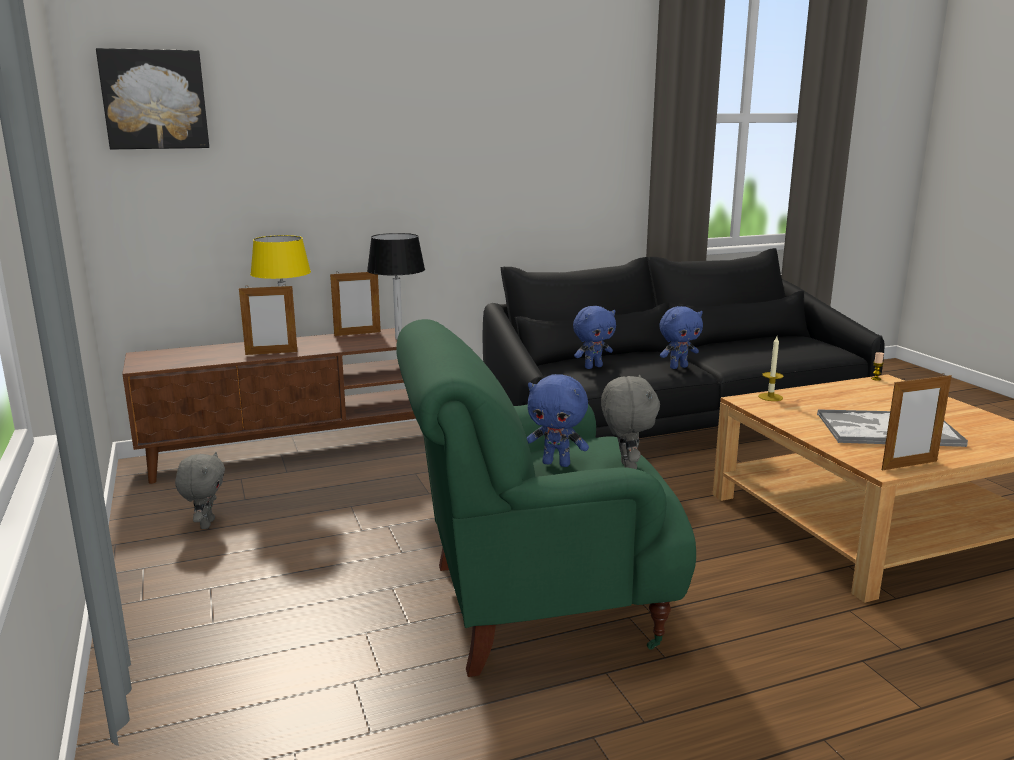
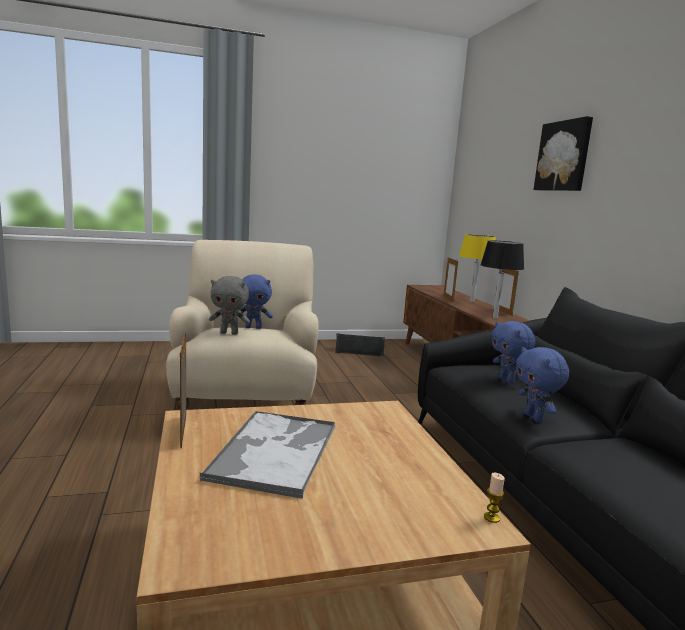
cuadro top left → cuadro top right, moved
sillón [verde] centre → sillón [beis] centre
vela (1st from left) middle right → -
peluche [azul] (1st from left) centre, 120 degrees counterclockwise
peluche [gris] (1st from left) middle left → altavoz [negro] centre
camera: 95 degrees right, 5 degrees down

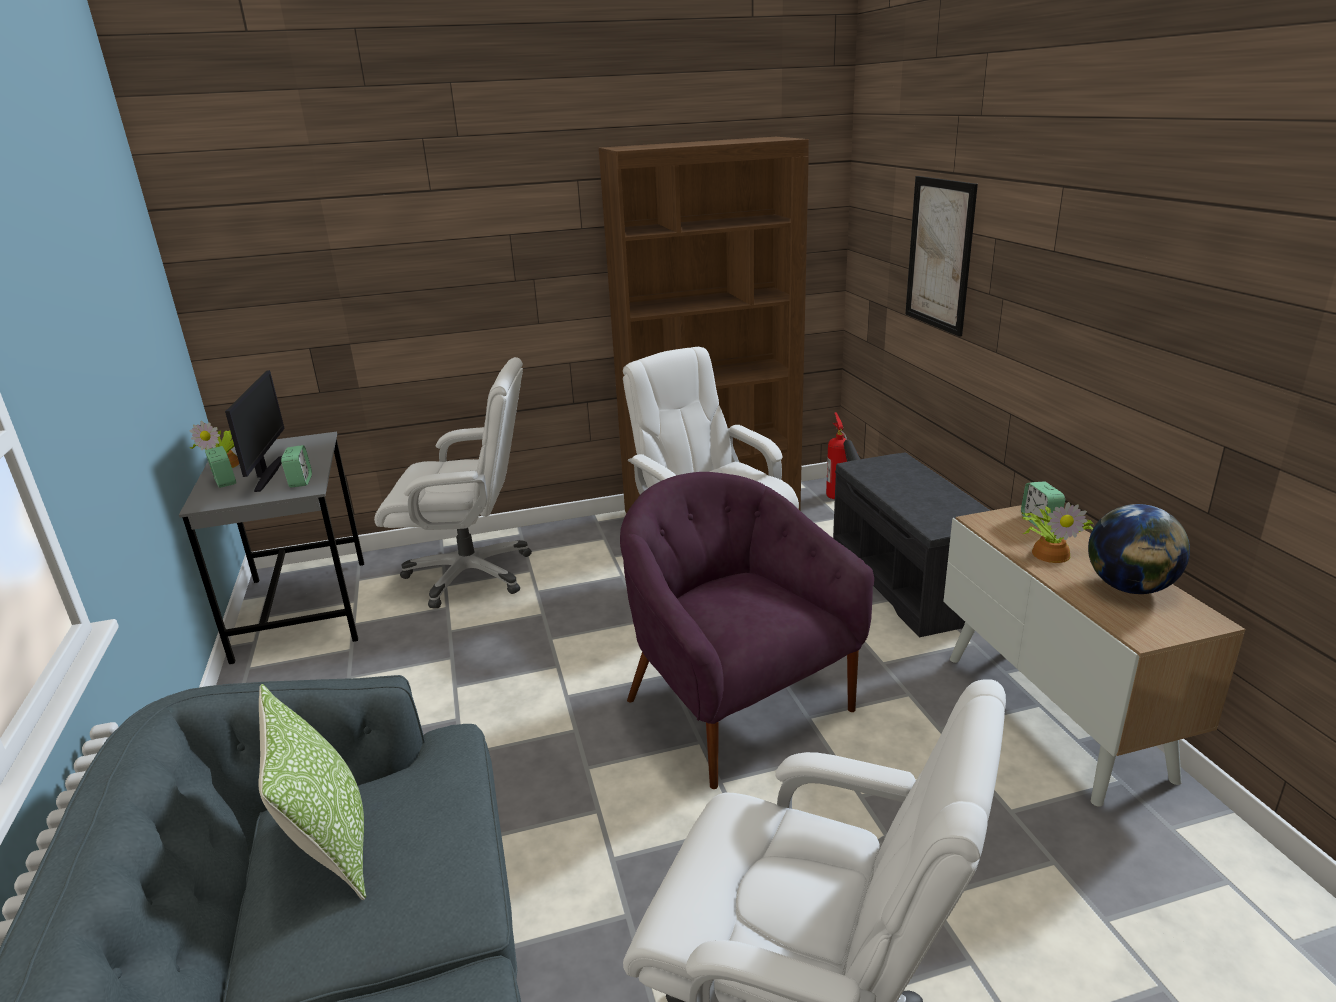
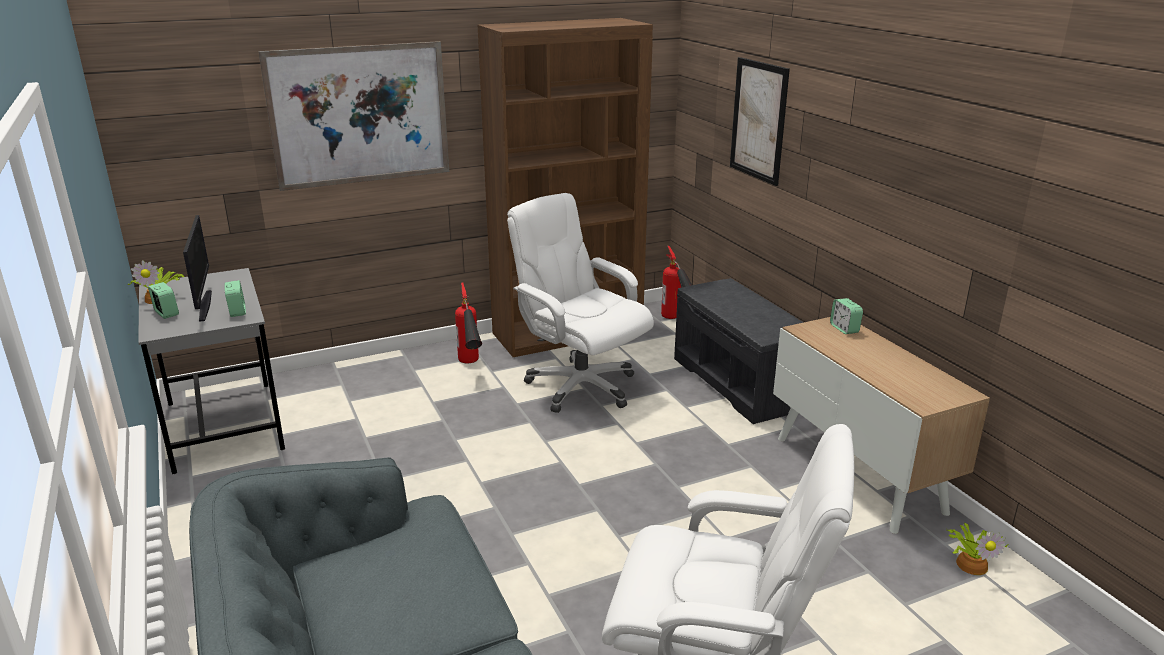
silla de oficina [blanco] (1st from left) centre → -
sillón [morado] centre → -
planta en maceta (2nd from left) middle right → planta en maceta (2nd from left) bottom right, moved
globo terráqueo middle right → -
cojín bottom left → -
- → cuadro (1st from left) top left
- → extintor (1st from left) centre
camera: 10 degrees left, 0 degrees up

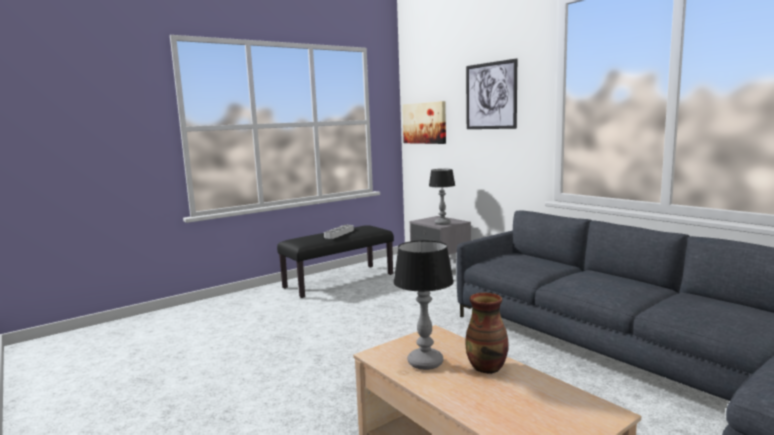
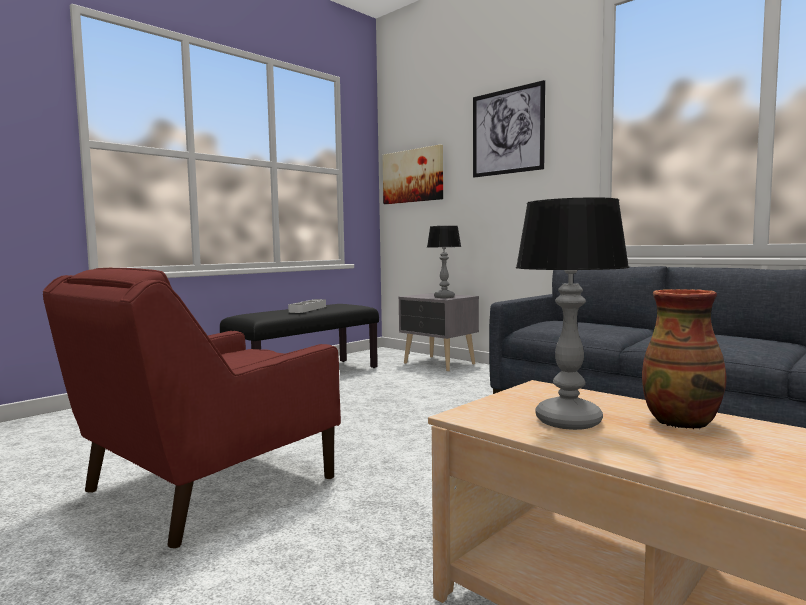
- → sillón [rojo] bottom left
camera: 10 degrees left, 5 degrees down

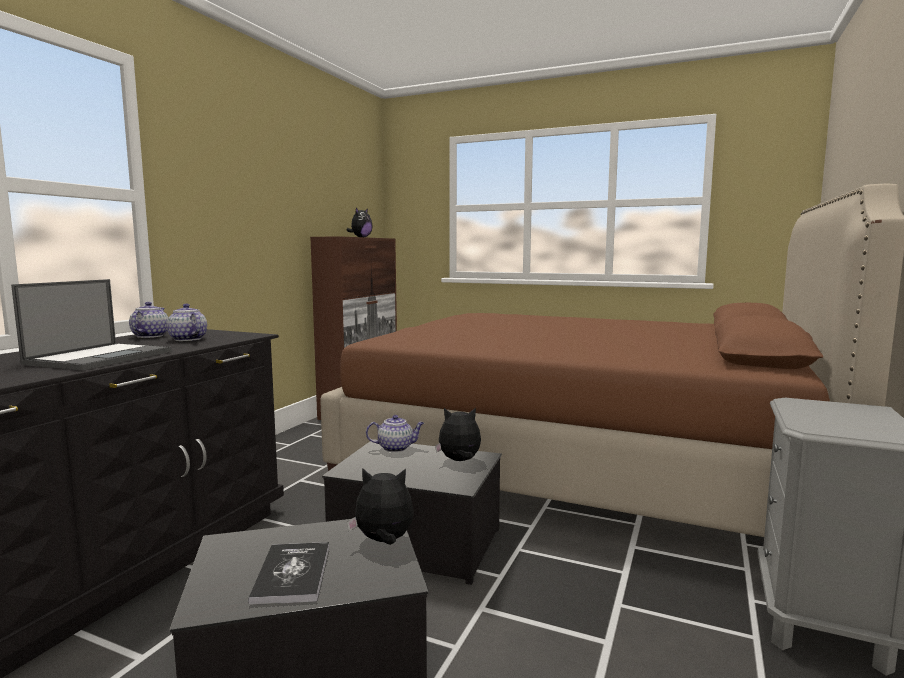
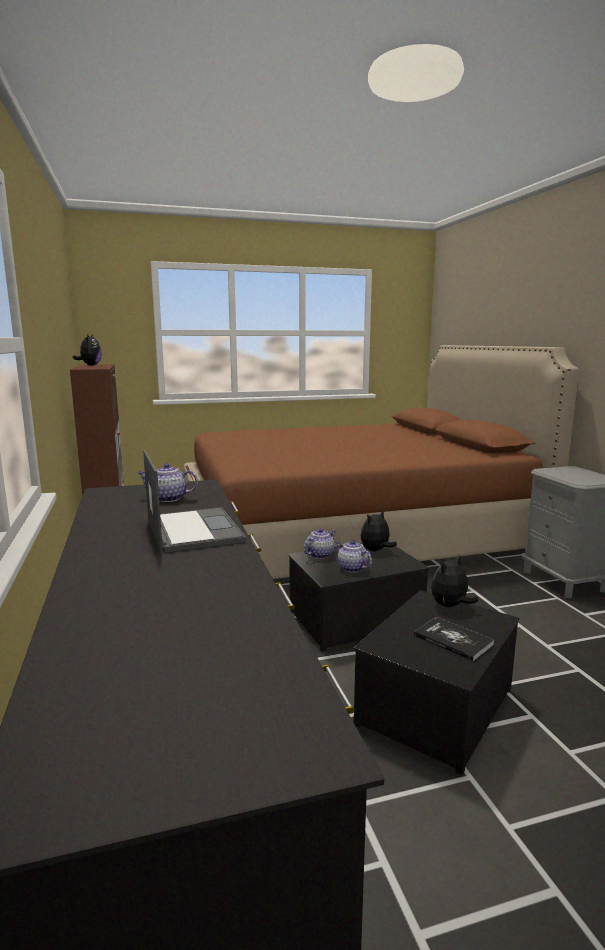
tetera (1st from left in the first image) middle left → tetera (3rd from left) centre, moved
camera: 40 degrees left, 5 degrees up

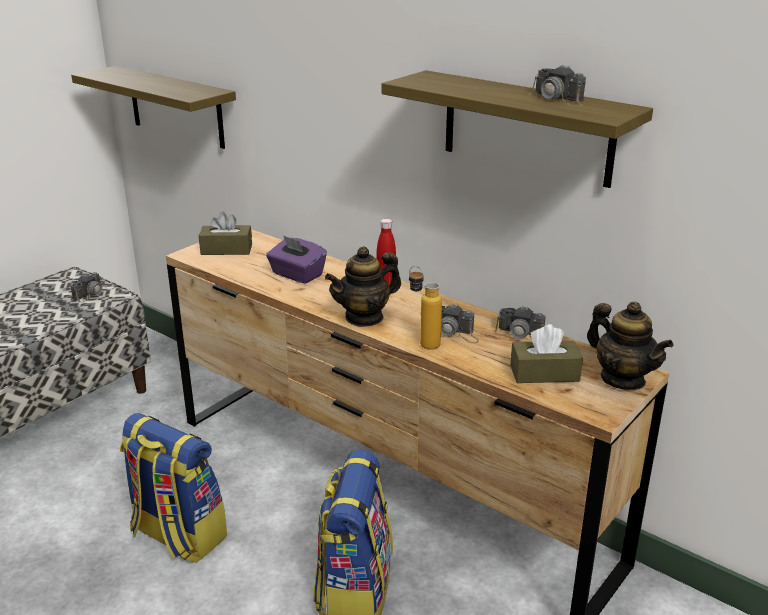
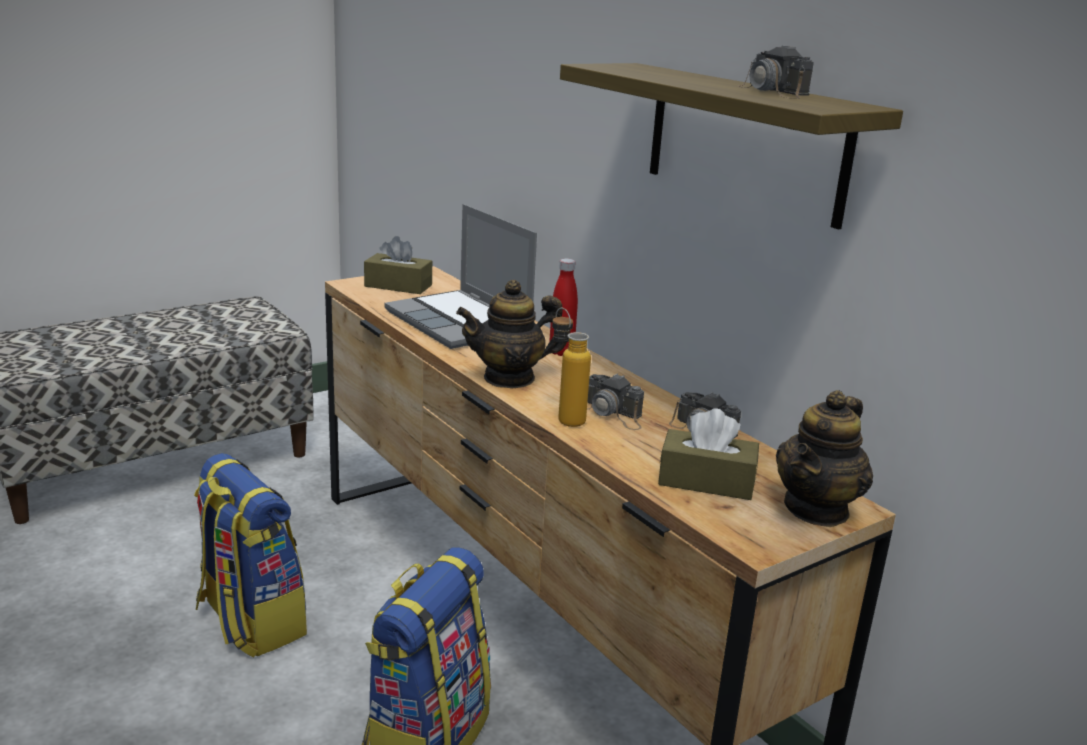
estante (1st from left) top left → -
caja de pañuelos [morado] centre → portátil centre
cámara (1st from left) middle left → -
tetera (2nd from left) middle right, 60 degrees clockwise
camera: 15 degrees right, 5 degrees down

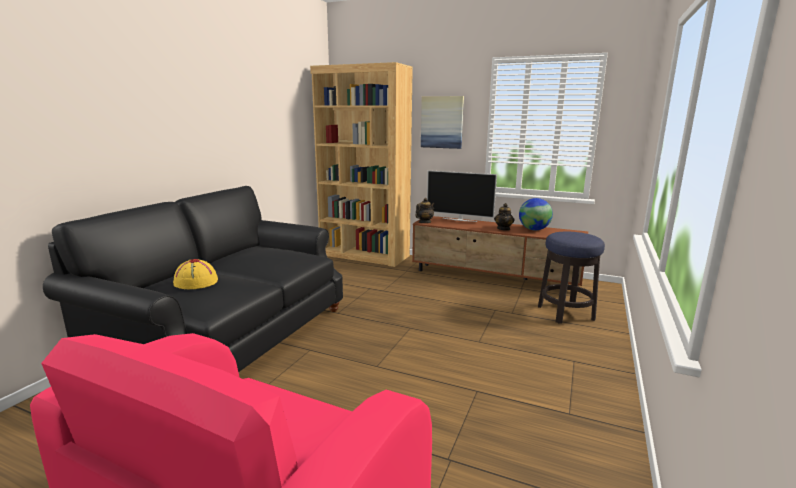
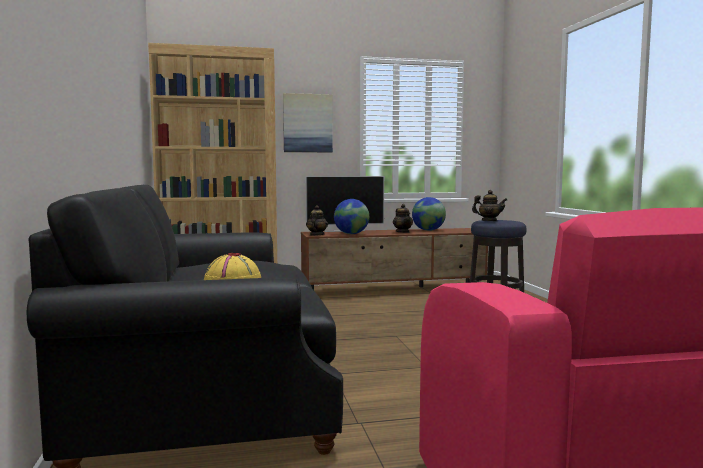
- → tetera (3rd from left) middle right
- → globo terráqueo (1st from left) centre
camera: 35 degrees left, 10 degrees down

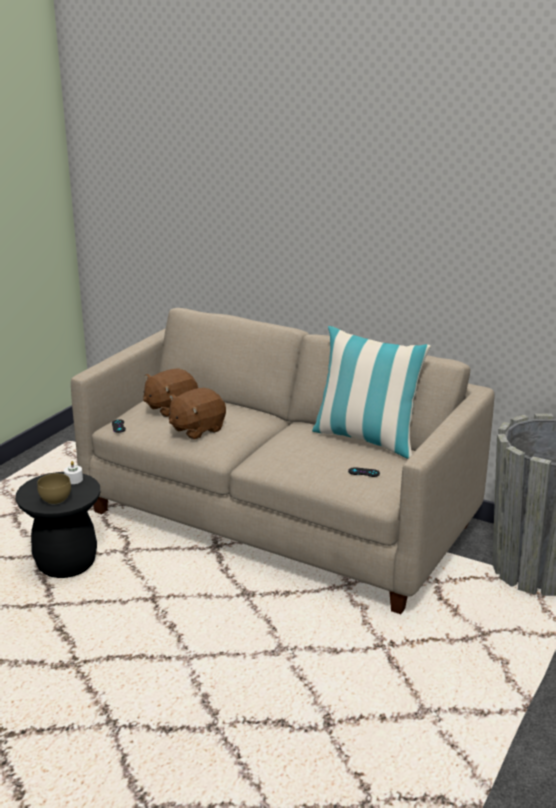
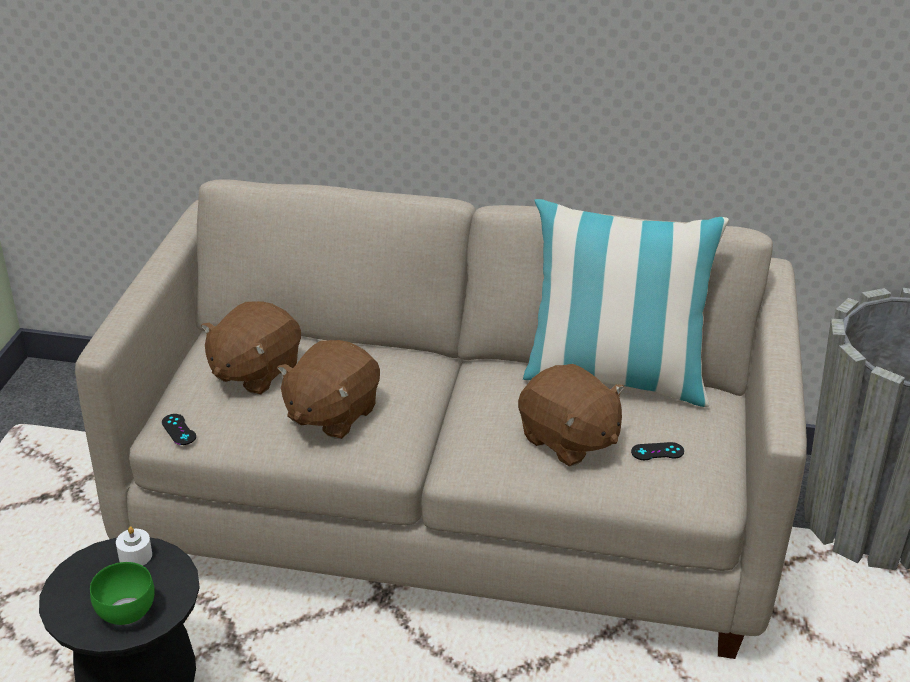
cuenco [marrón] middle left → cuenco [verde] bottom left
- → peluche [marrón] (3rd from left) centre
camera: 20 degrees left, 10 degrees up

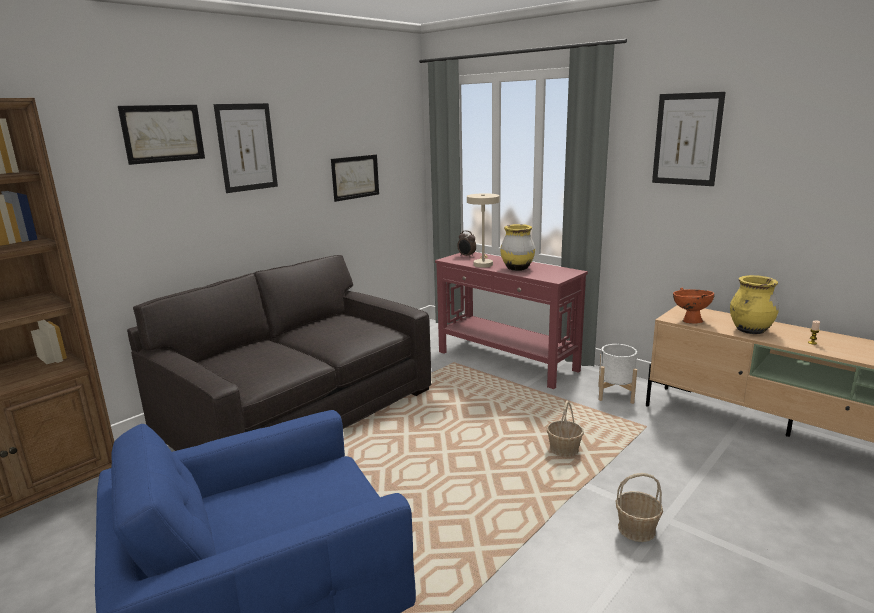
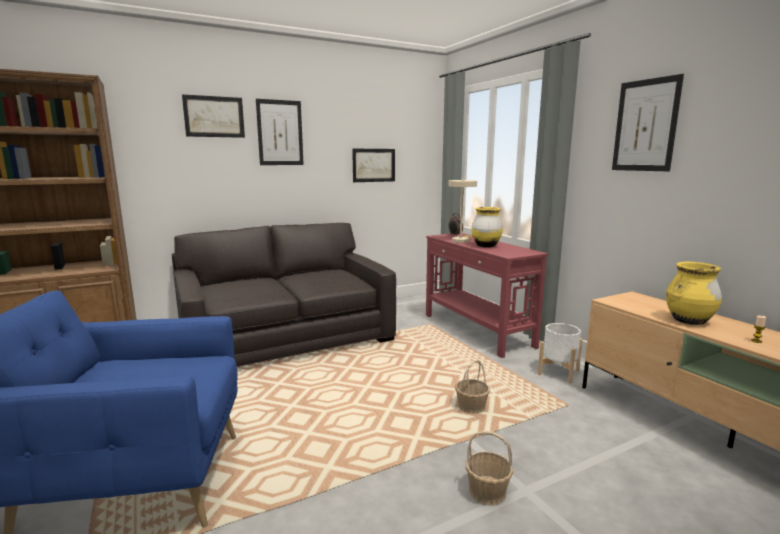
cuenco [naranja] middle right → -
camera: 20 degrees right, 5 degrees down

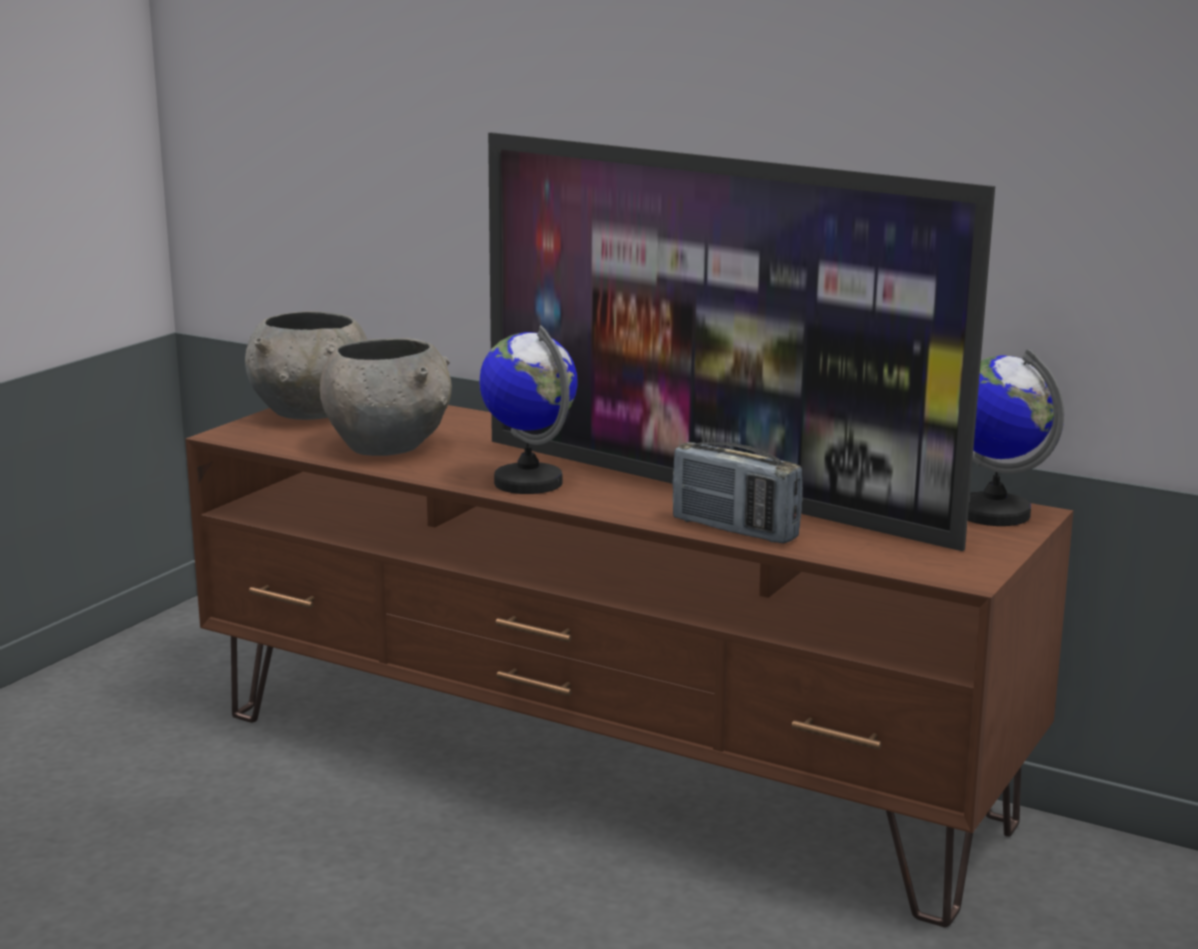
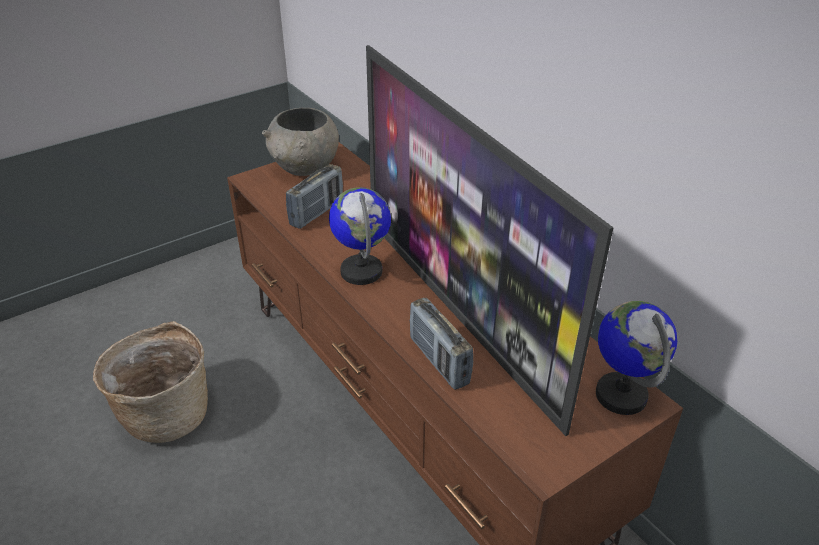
cuenco [gris] (2nd from left) middle left → radio (1st from left) centre
- → cesta bottom left
camera: 25 degrees right, 20 degrees up

